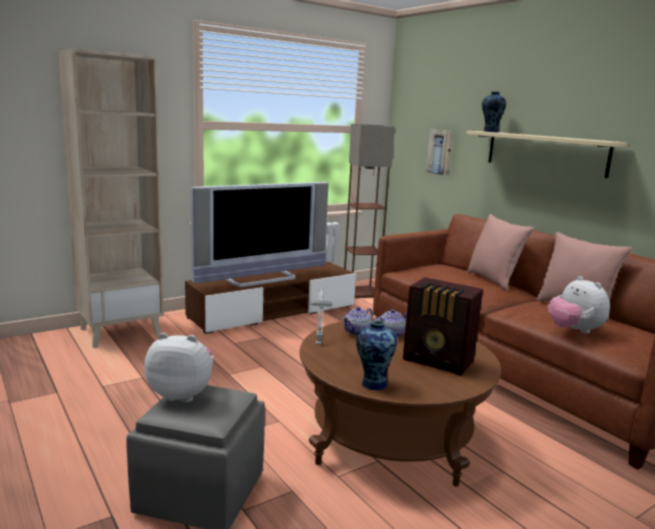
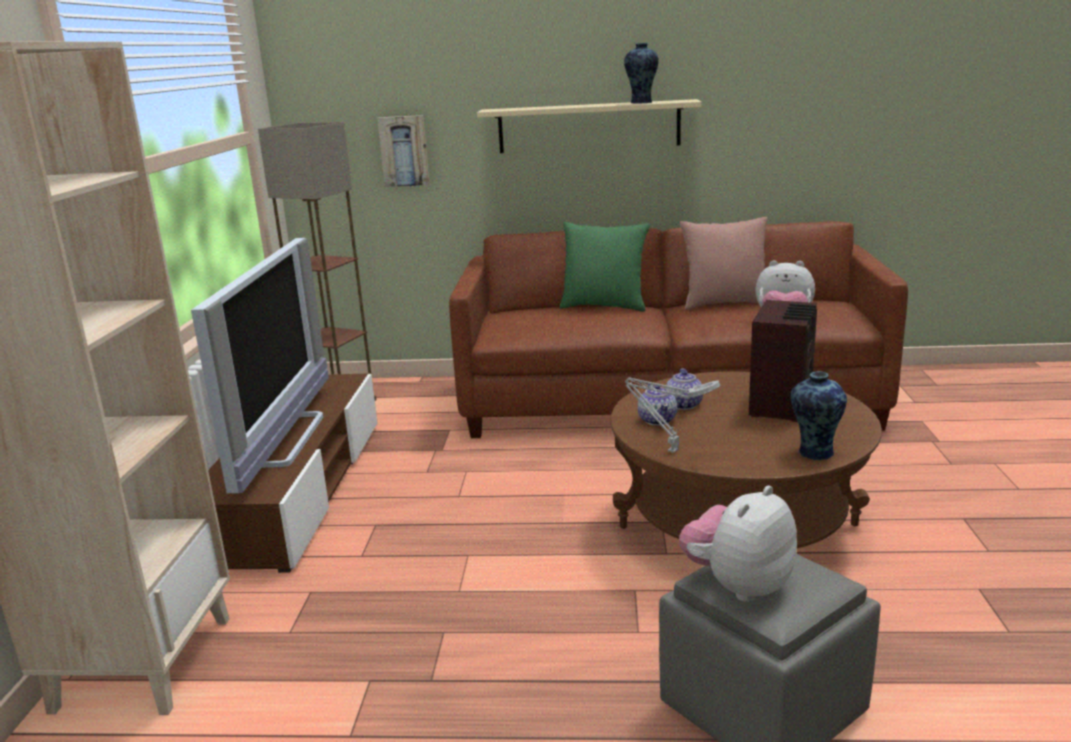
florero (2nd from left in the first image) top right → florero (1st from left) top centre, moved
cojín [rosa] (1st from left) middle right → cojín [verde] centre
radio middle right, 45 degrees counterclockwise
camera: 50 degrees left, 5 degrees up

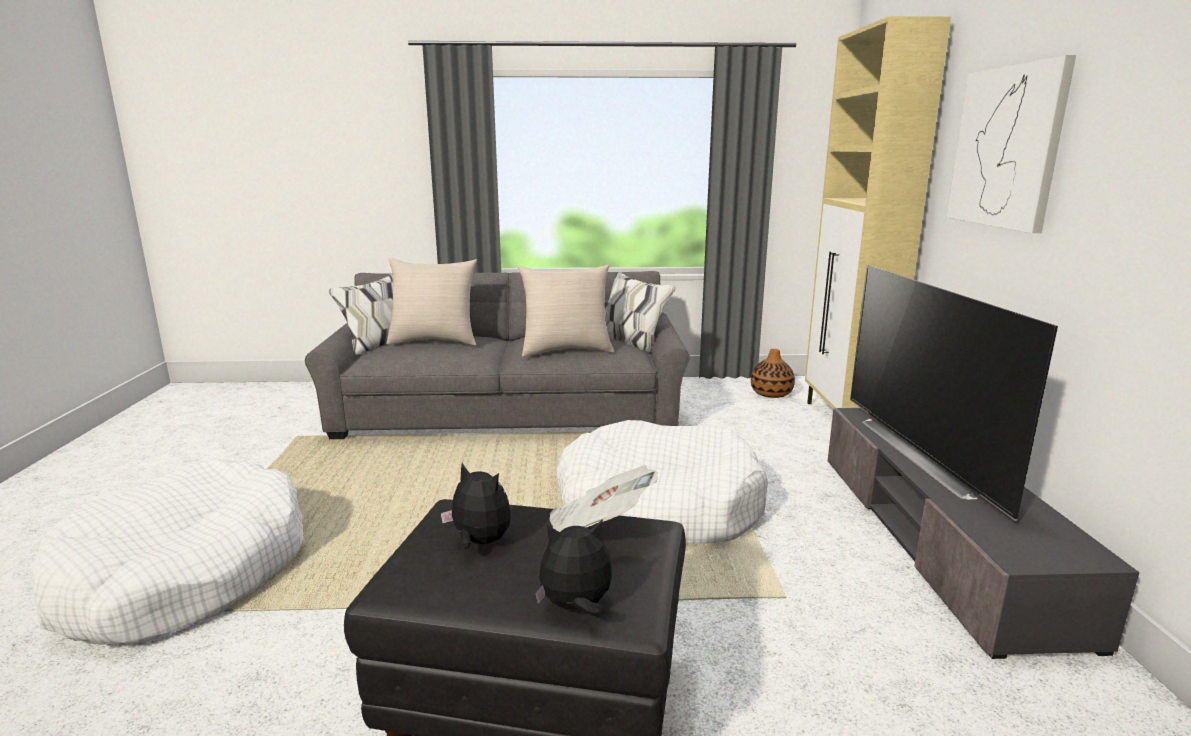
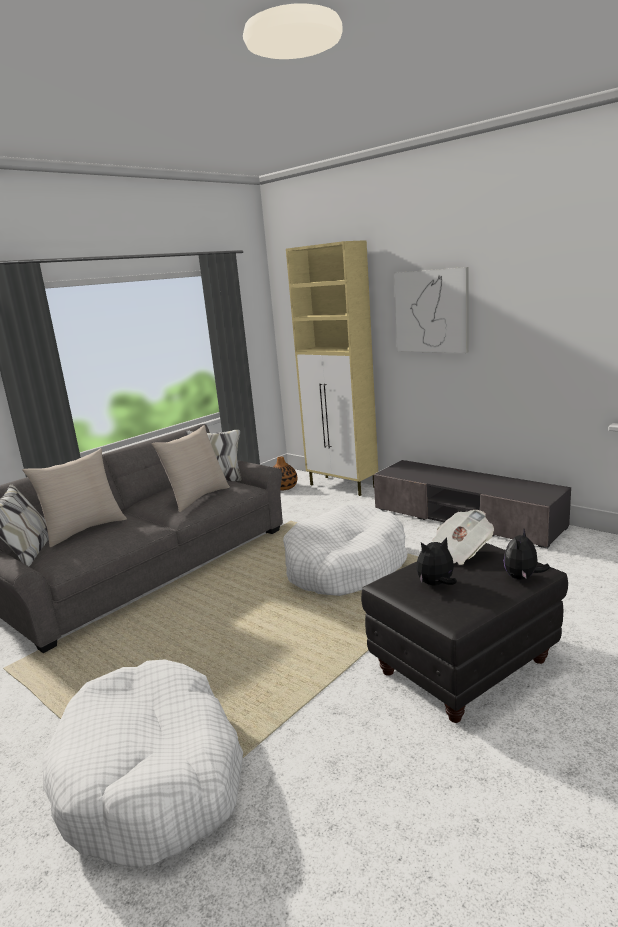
televisor middle right → -
camera: 45 degrees left, 0 degrees up

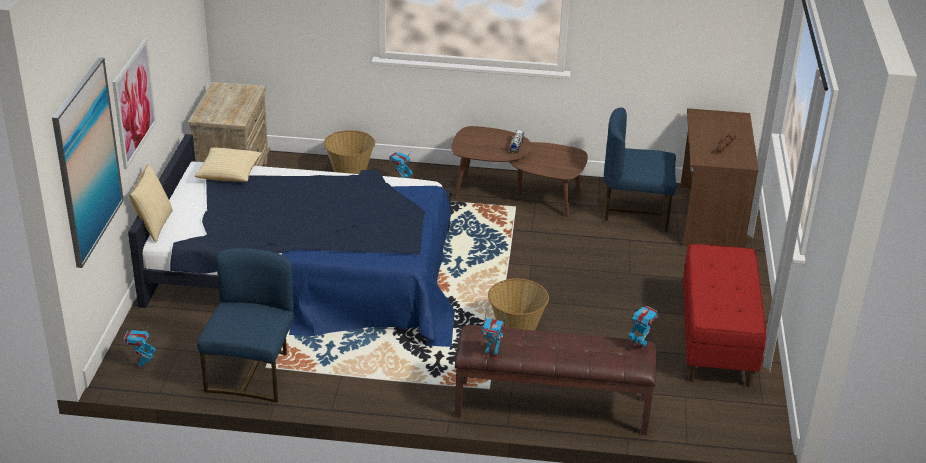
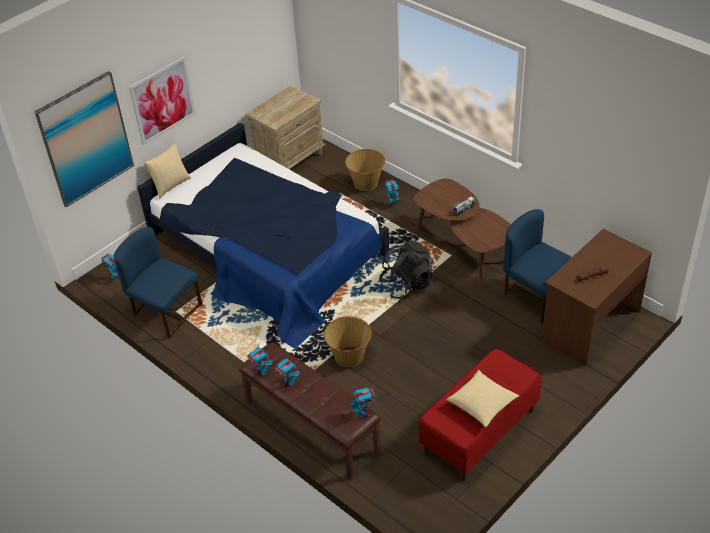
cojín (2nd from left) middle left → cojín (2nd from left) bottom right, moved
silla [azul] (1st from left) bottom left → silla [azul] (1st from left) middle left, 105 degrees counterclockwise
- → mochila [negro] centre
- → robot de juguete (3rd from left) bottom centre
camera: 40 degrees right, 10 degrees up

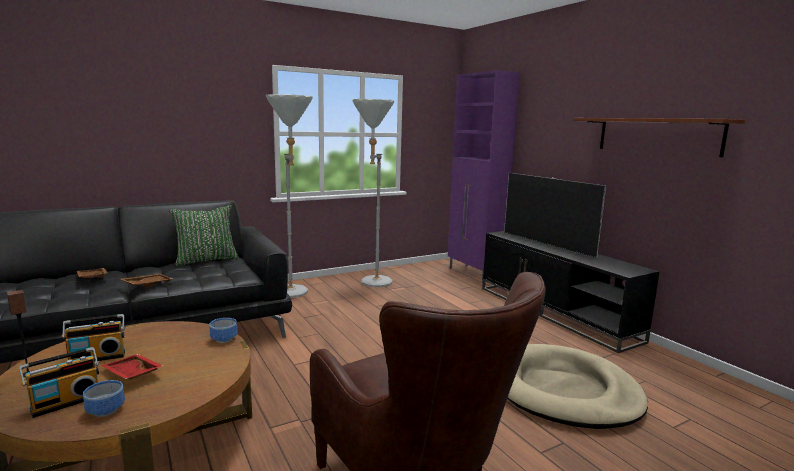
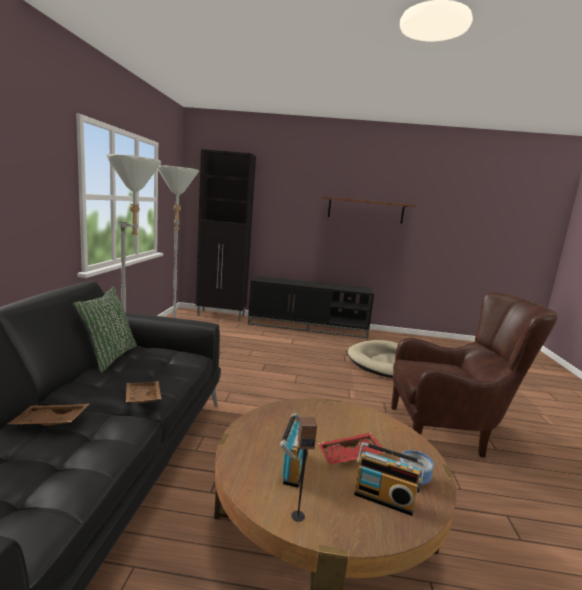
armario [morado] centre → armario [negro] centre
televisor middle right → -
cuenco (2nd from left) bottom left → -
radio (1st from left in the first image) bottom left → radio (2nd from left) bottom right, 120 degrees clockwise
camera: 55 degrees left, 0 degrees up

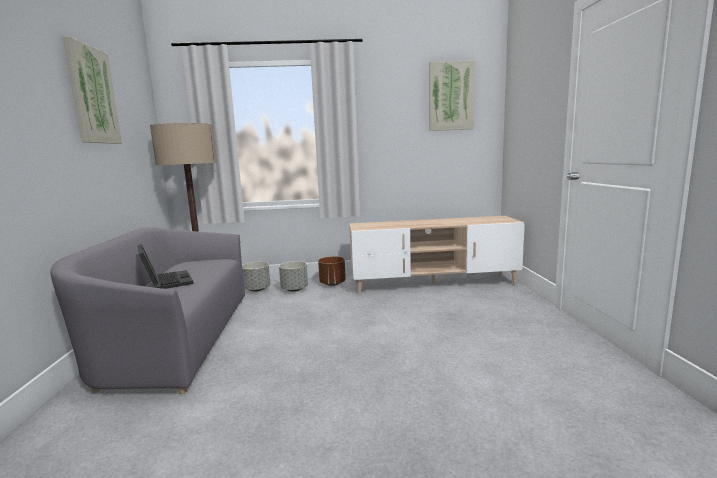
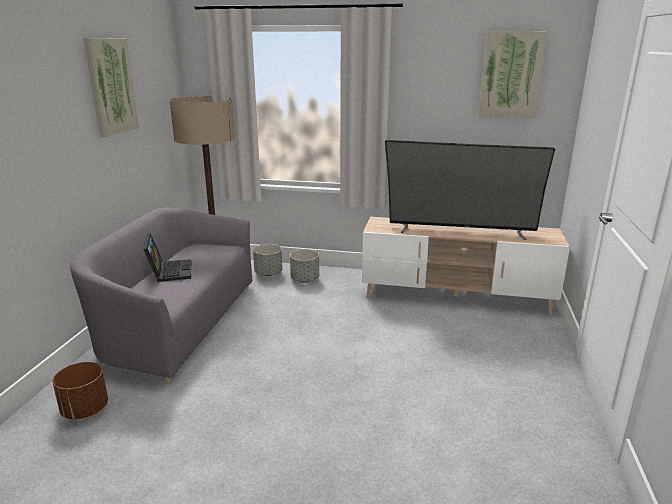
maceta [marrón] centre → maceta [marrón] bottom left, moved
- → televisor middle right
camera: 15 degrees right, 10 degrees up

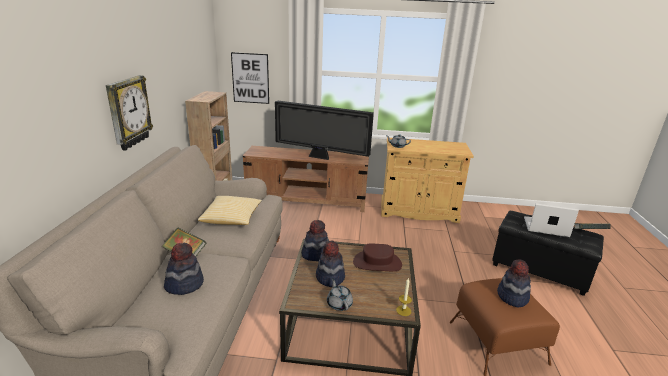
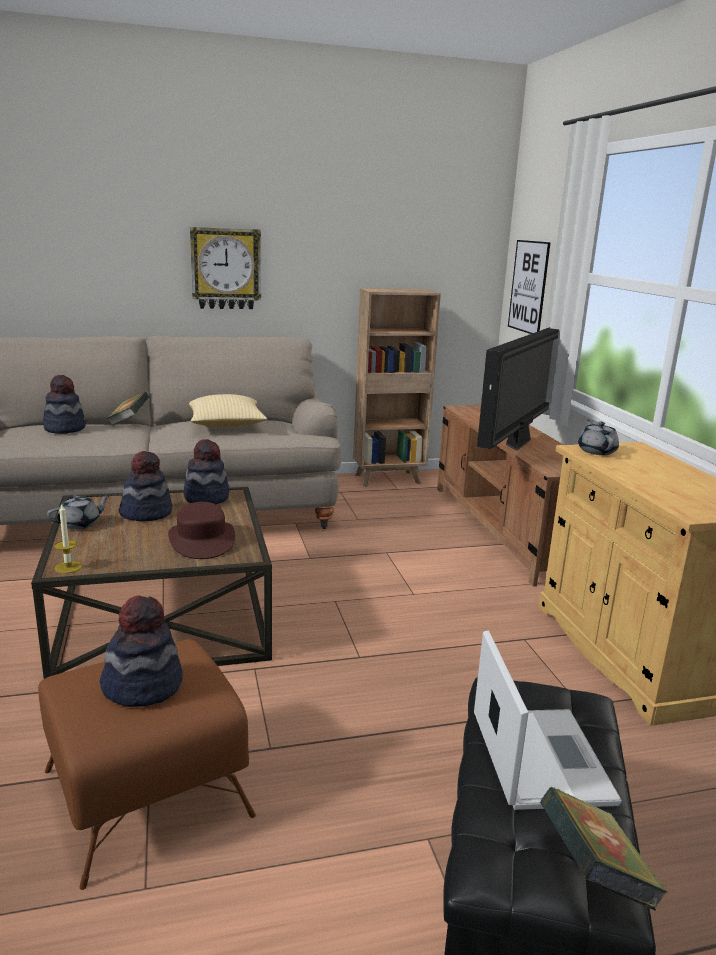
televisor centre → televisor middle right, 150 degrees counterclockwise
camera: 70 degrees right, 5 degrees down

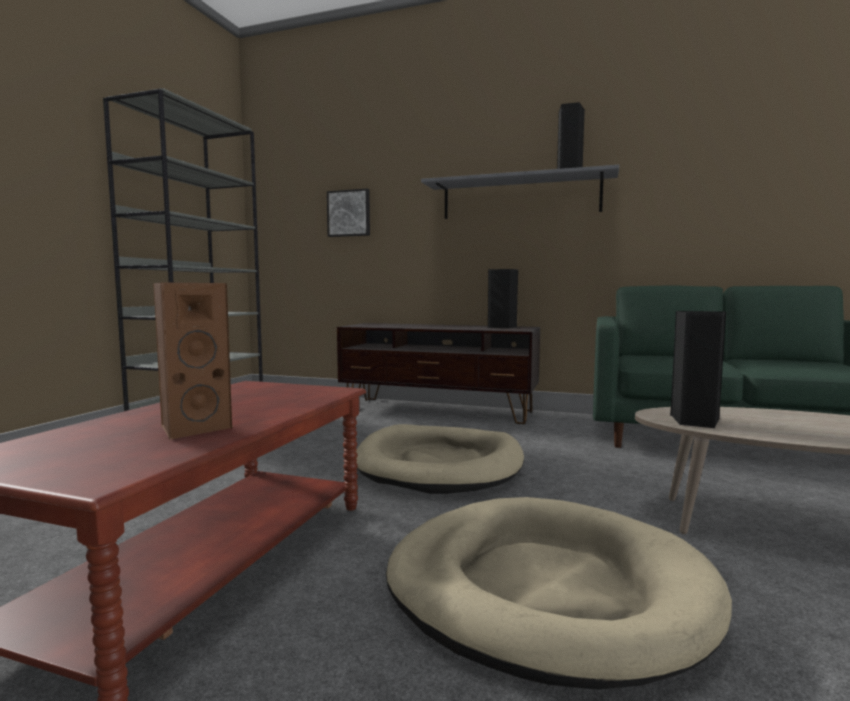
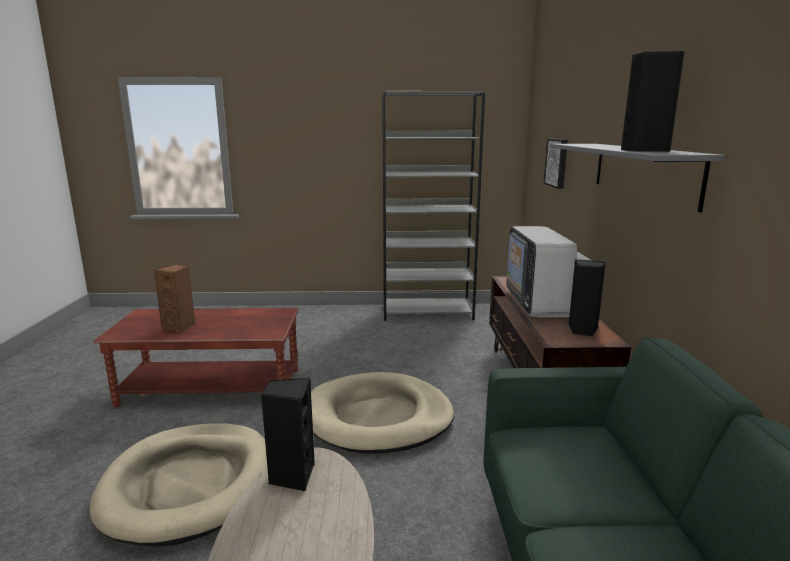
- → televisor middle right
camera: 70 degrees right, 10 degrees up

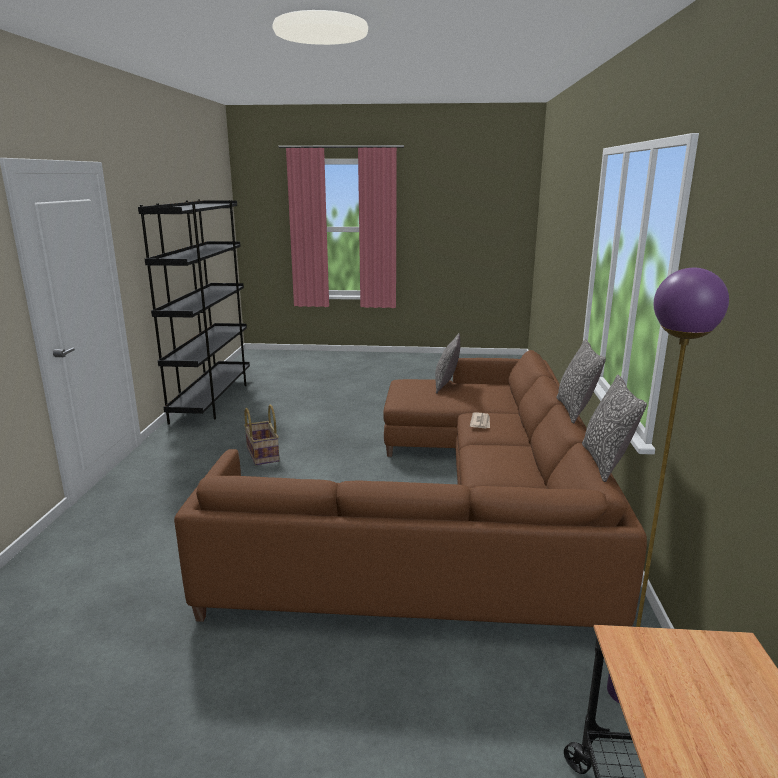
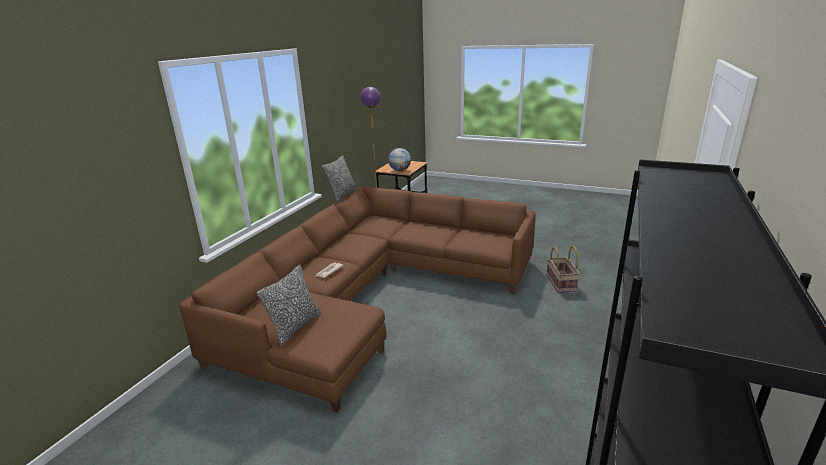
cojín (2nd from left) middle right → -
cesta centre → cesta middle right, moved
- → globo terráqueo centre
camera: 160 degrees left, 5 degrees up

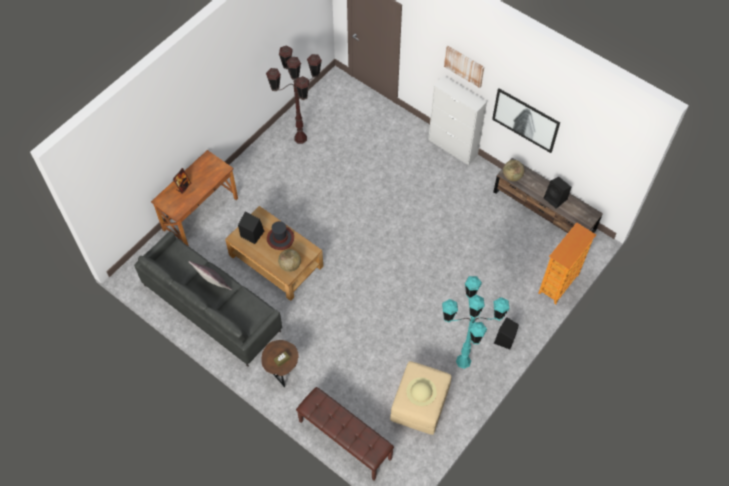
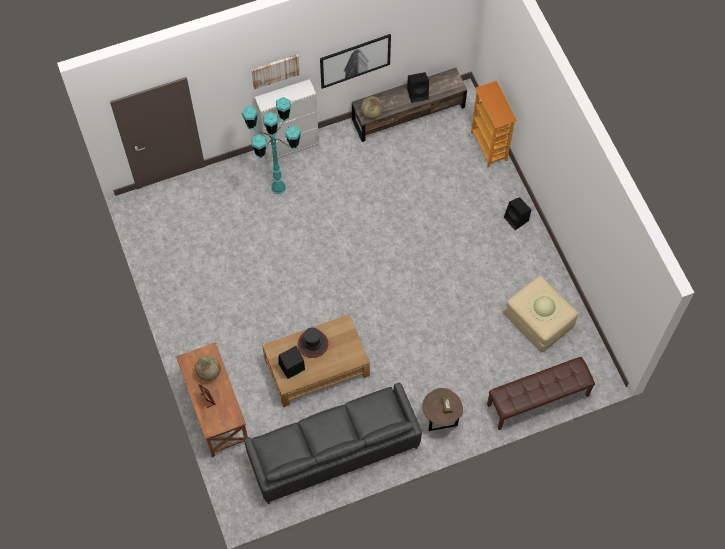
lámpara de pie [marrón] top centre → -
globo terráqueo (1st from left) centre → globo terráqueo (1st from left) bottom left, moved
cojín [gris] middle left → -
lámpara de pie [turquesa] centre → lámpara de pie [turquesa] top centre, moved
camera: 60 degrees left, 5 degrees up

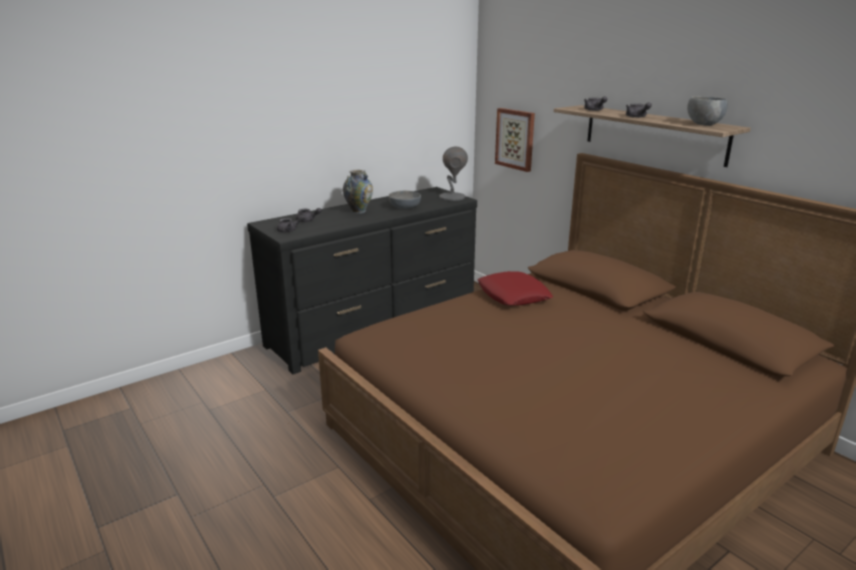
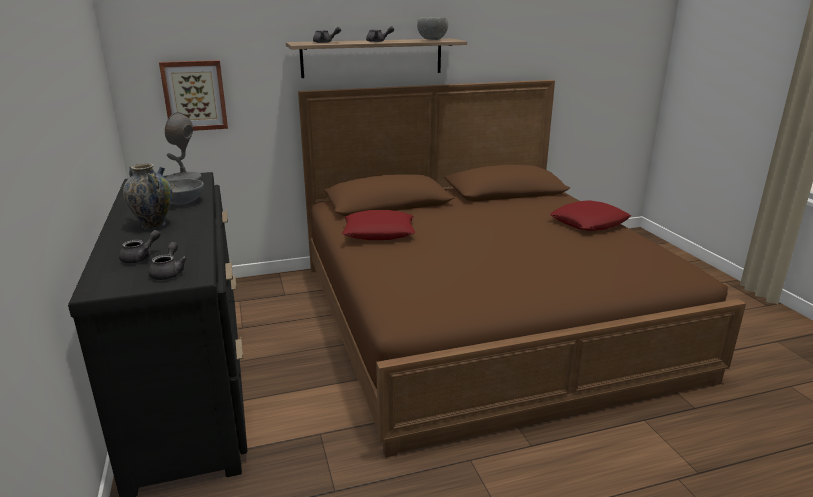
- → cojín [rojo] (2nd from left) middle right
camera: 70 degrees left, 0 degrees up

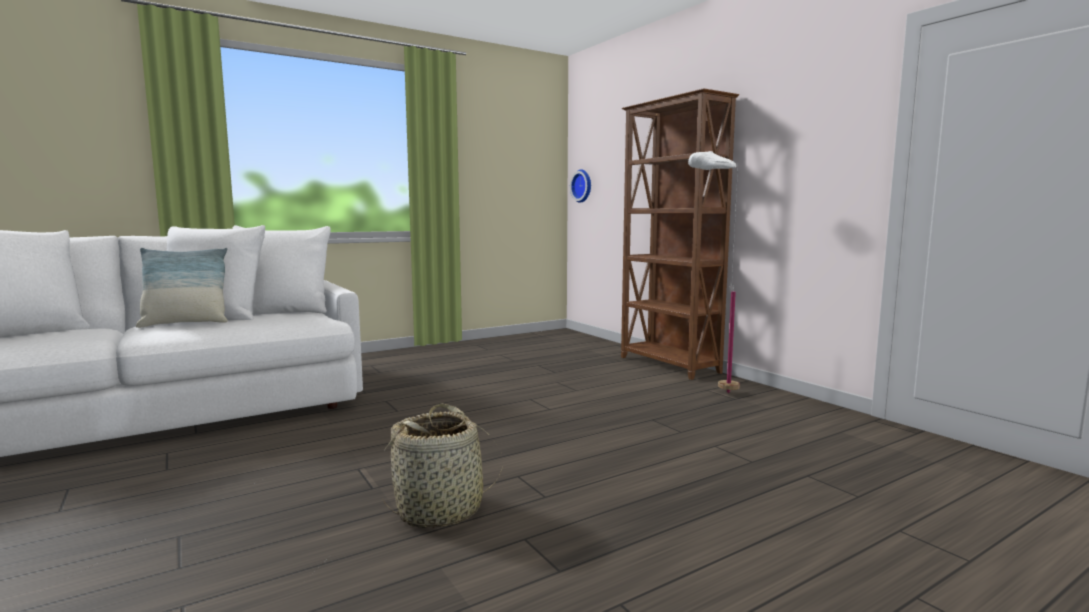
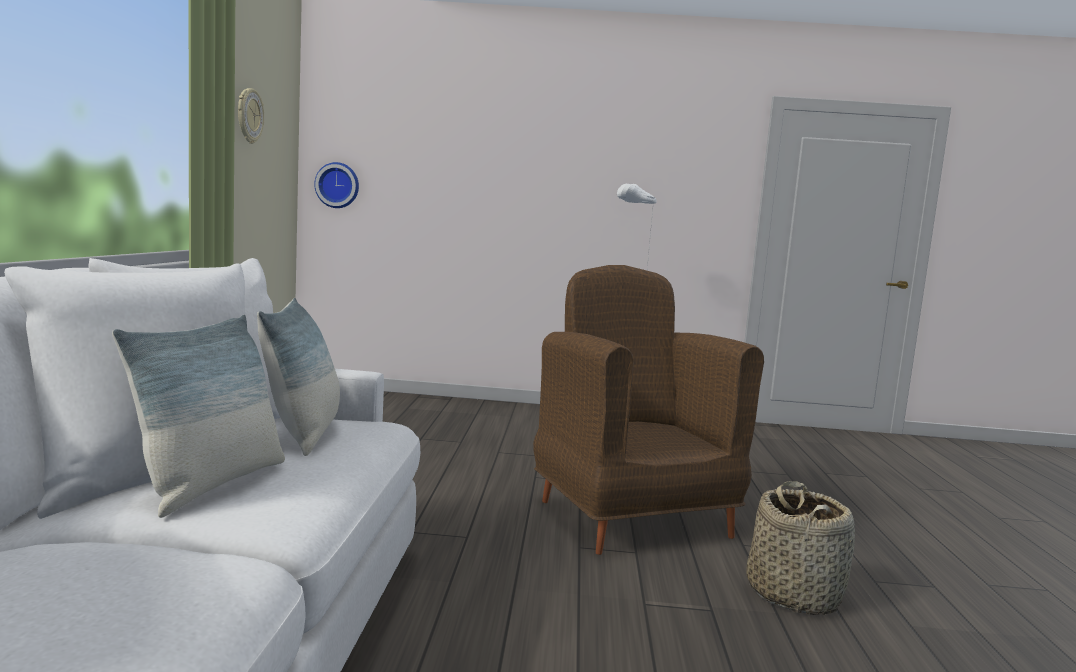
estantería [marrón] centre → -
- → reloj de pared (1st from left) top left
- → sillón [marrón] centre
- → cojín (2nd from left) middle left
camera: 55 degrees left, 0 degrees up

